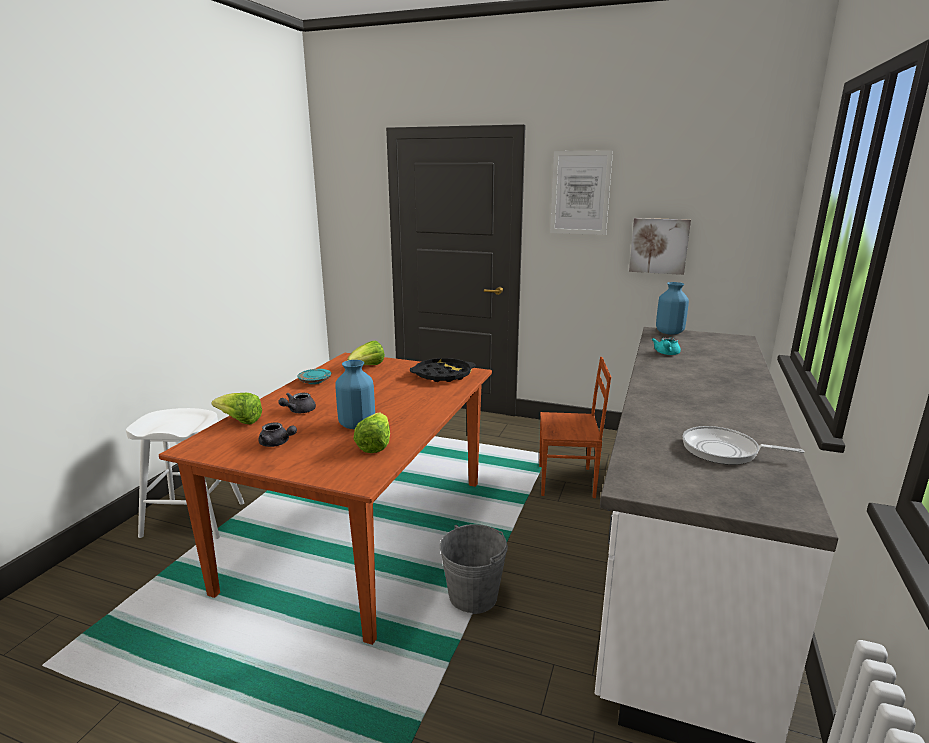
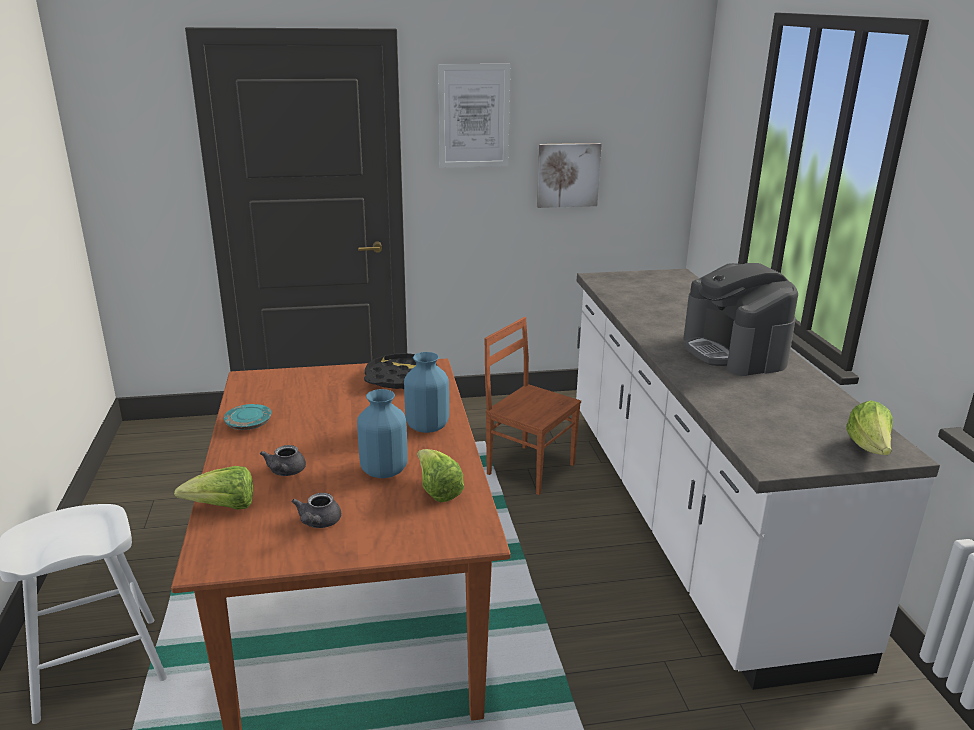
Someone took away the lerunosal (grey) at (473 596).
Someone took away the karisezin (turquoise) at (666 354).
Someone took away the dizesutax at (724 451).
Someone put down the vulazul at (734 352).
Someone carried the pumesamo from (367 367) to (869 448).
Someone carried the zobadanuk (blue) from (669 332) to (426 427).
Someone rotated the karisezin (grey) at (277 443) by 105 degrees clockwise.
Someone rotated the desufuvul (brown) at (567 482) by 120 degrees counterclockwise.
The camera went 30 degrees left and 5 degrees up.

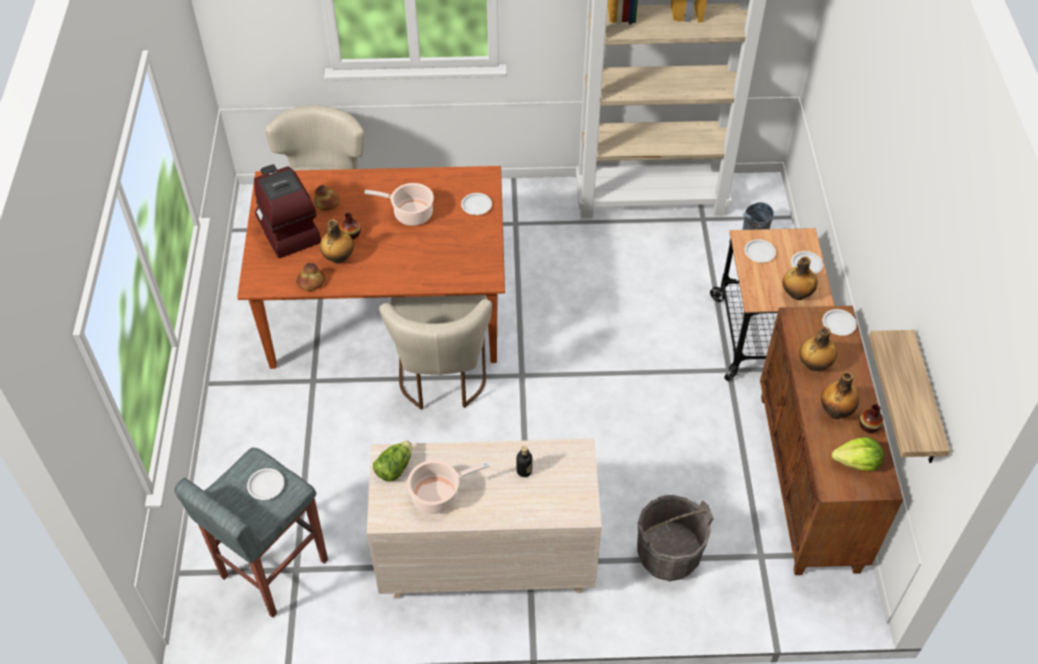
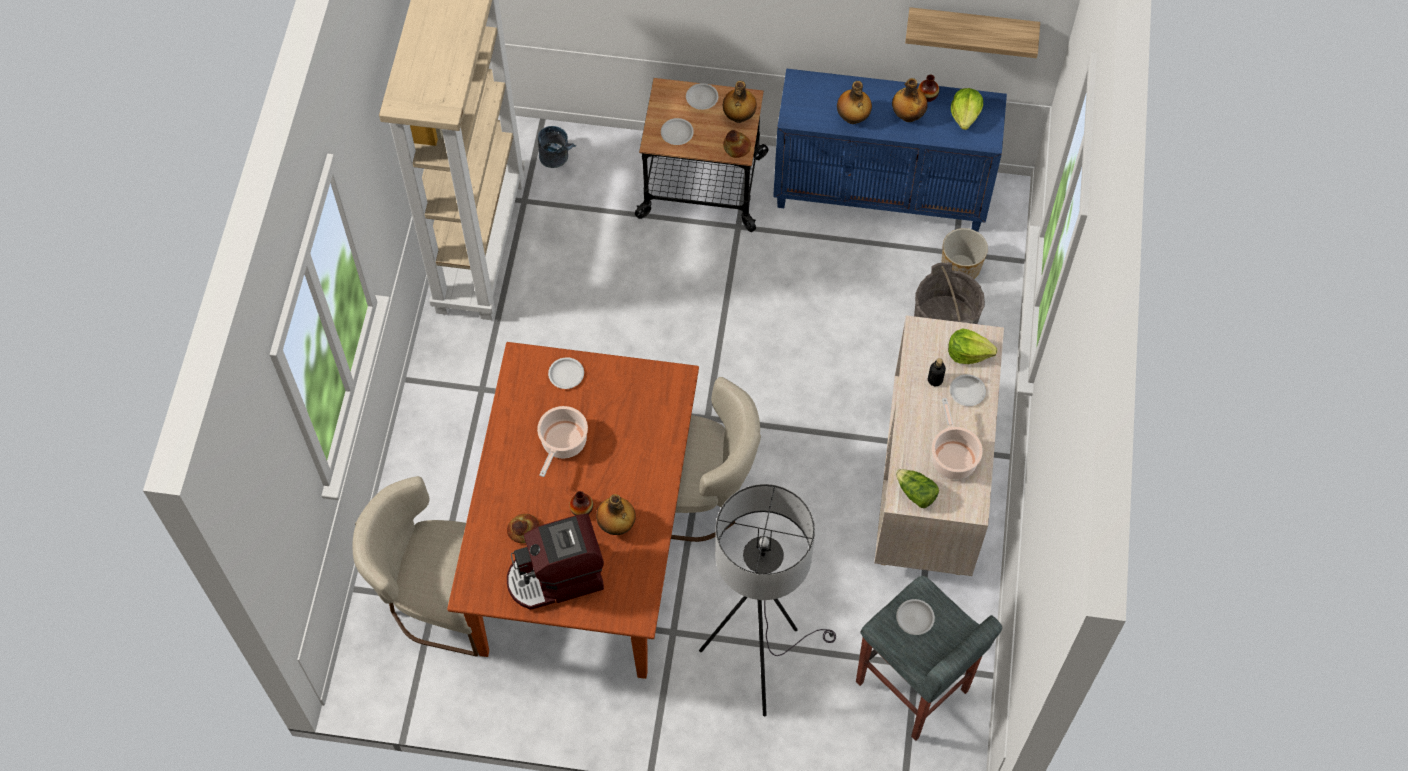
Someone put down the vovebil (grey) at (759 658).
Someone put down the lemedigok at (961 267).
Someone put down the pumesamo at (968 353).
Someone carried the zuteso from (311 282) to (736 148).
Someone carried the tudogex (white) from (839 324) to (967 391).
Someone repainted the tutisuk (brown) at (809 482), which became the tutisuk (blue) at (882 193).
The camera went 80 degrees left and 10 degrees up.

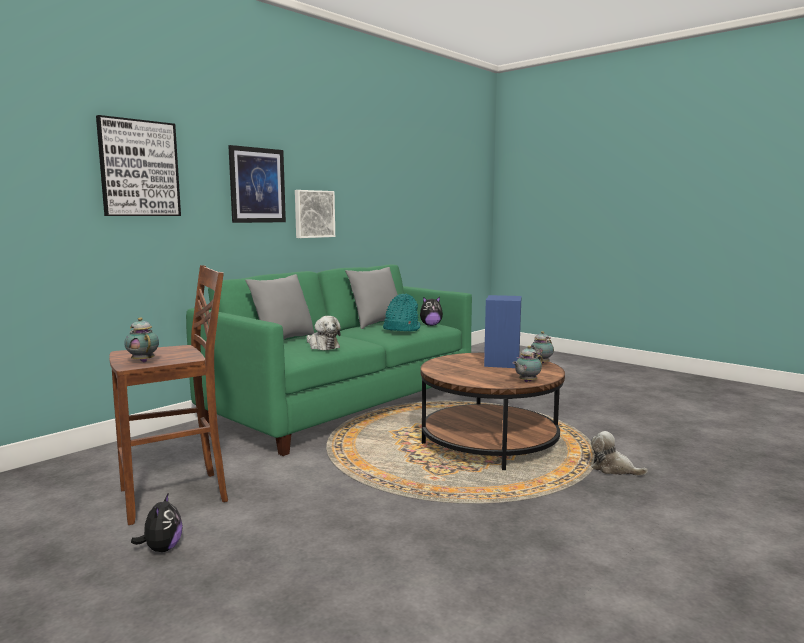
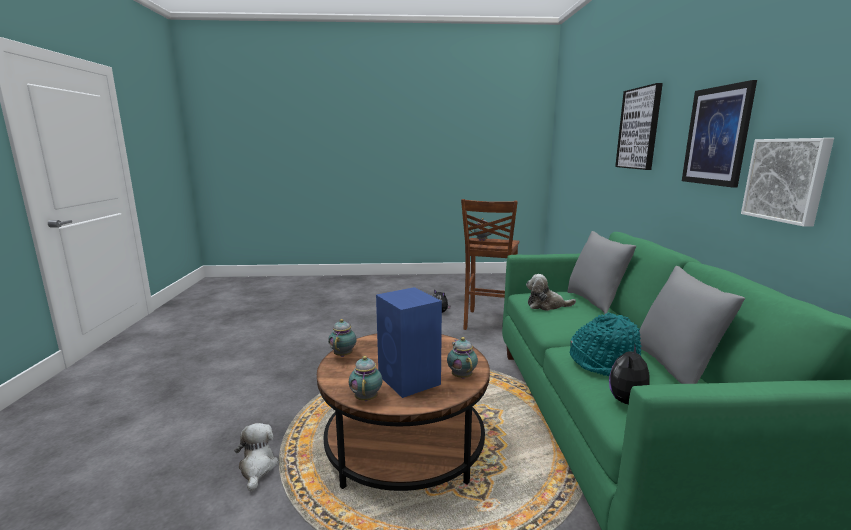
Someone put down the karisezin at (461 376).
Someone rotated the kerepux at (613 469) by 90 degrees counterclockwise.
The camera went 135 degrees right and 5 degrees up.

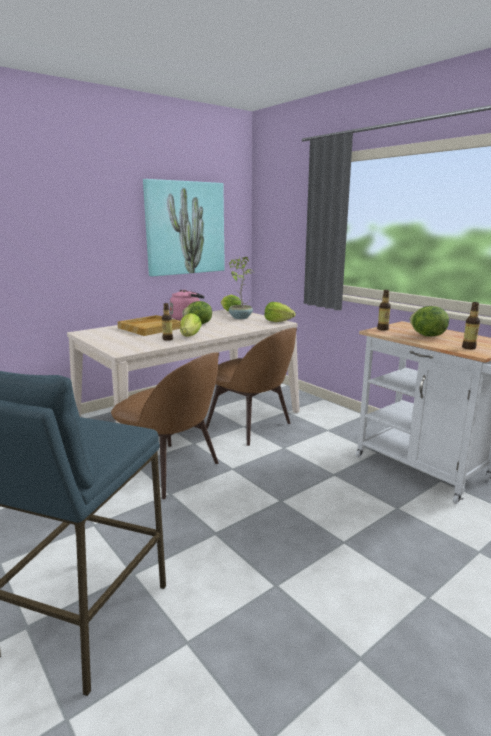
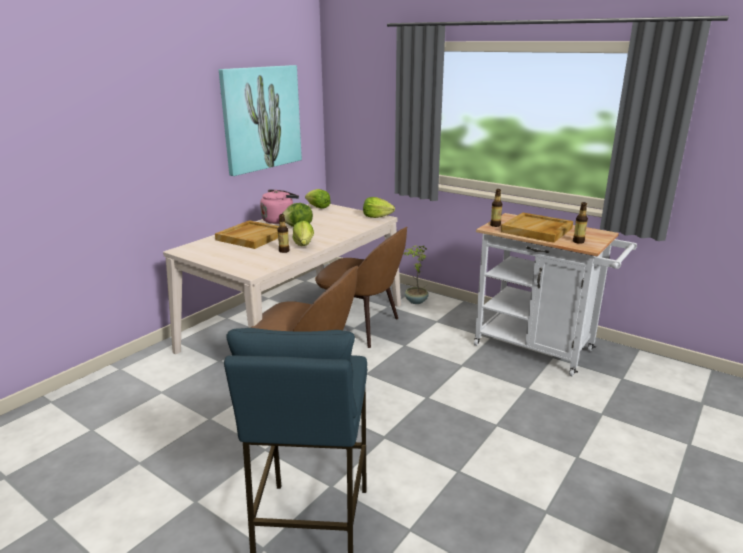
Someone carried the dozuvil from (240 317) to (415 301).
Someone swapped the pumesamo at (426 336) for the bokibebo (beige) at (537 230).
The camera went 15 degrees left and 5 degrees up.

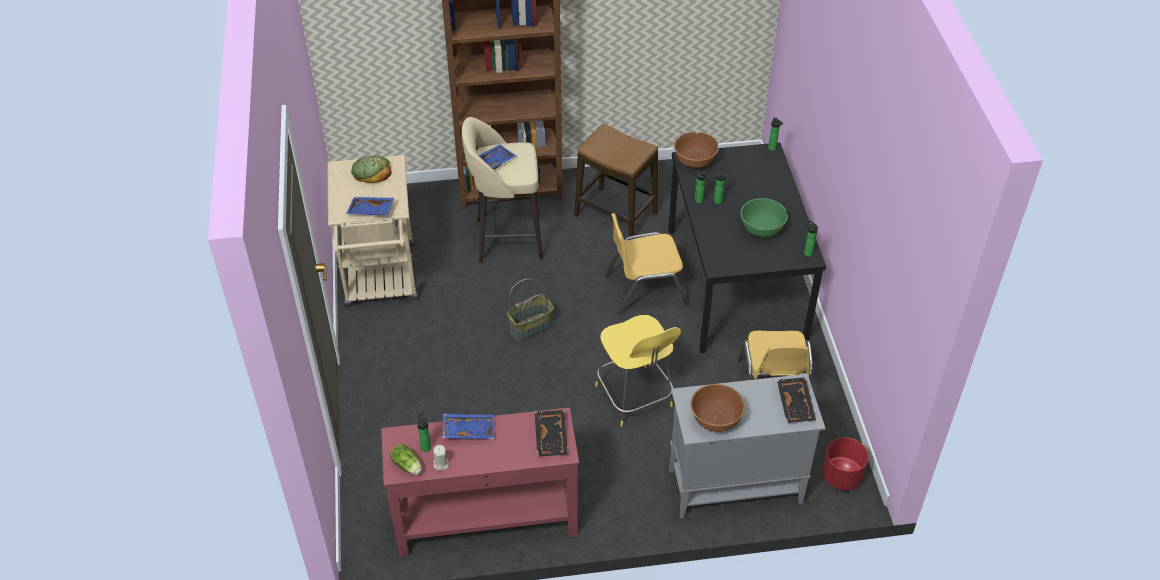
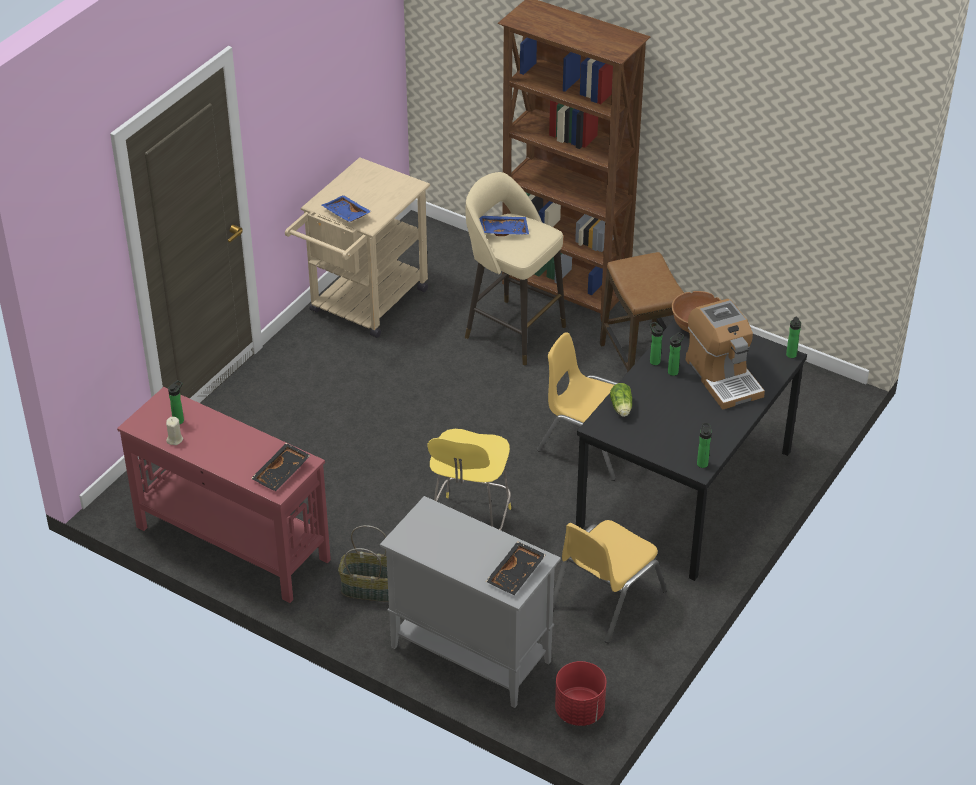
Someone took away the zuteso at (371 171).
Someone took away the bokibebo (blue) at (468 430).
Someone took away the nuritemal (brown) at (715 419).
Someone took away the nuritemal (green) at (762 229).
Someone put down the vulazul at (723 377).
Someone carried the pumesamo from (408 466) to (621 408).
Someone carried the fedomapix from (531 327) to (370 588).
The camera went 40 degrees right and 5 degrees down.

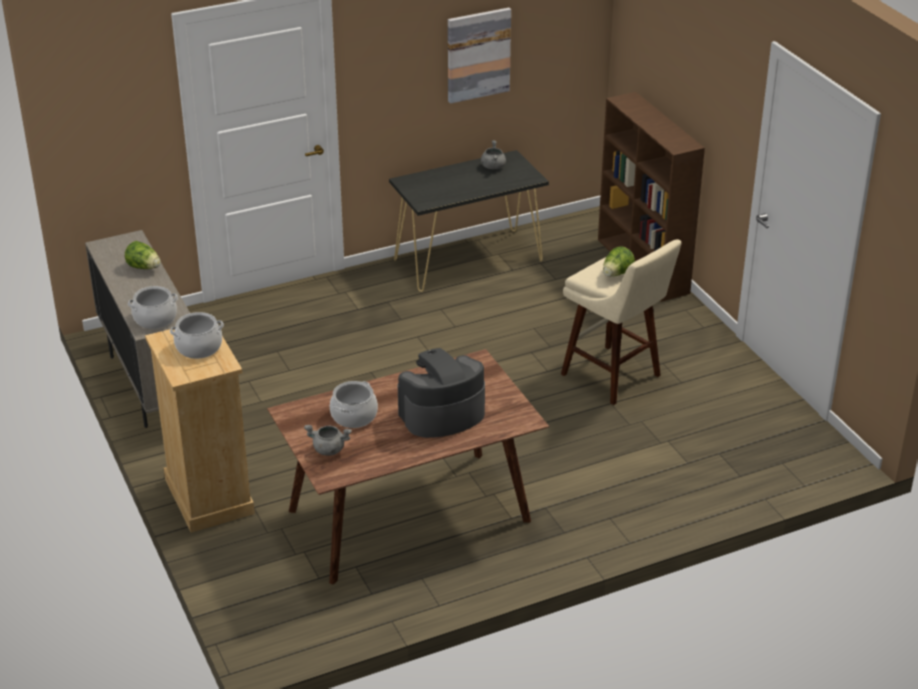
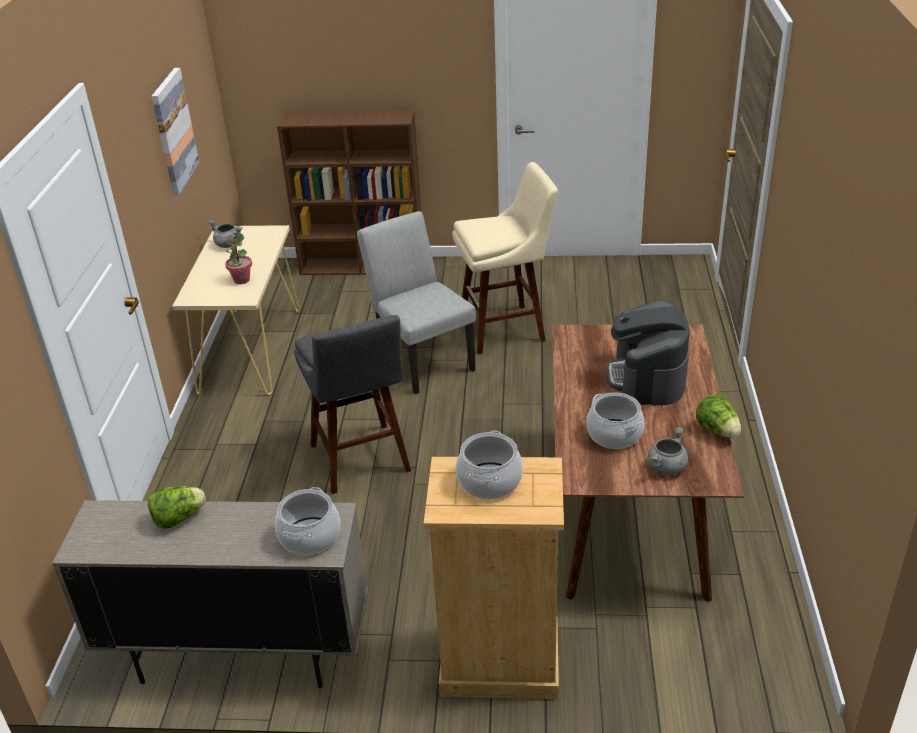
Someone put down the dozuvil at (241 280).
Someone put down the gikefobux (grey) at (361 461).
Someone put down the desufuvul (grey) at (422 359).
Someone carried the pumesamo from (616 274) to (718 431).
Someone repainted the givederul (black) at (469 260), which became the givederul (beige) at (251 350).
The camera went 60 degrees left and 0 degrees up.

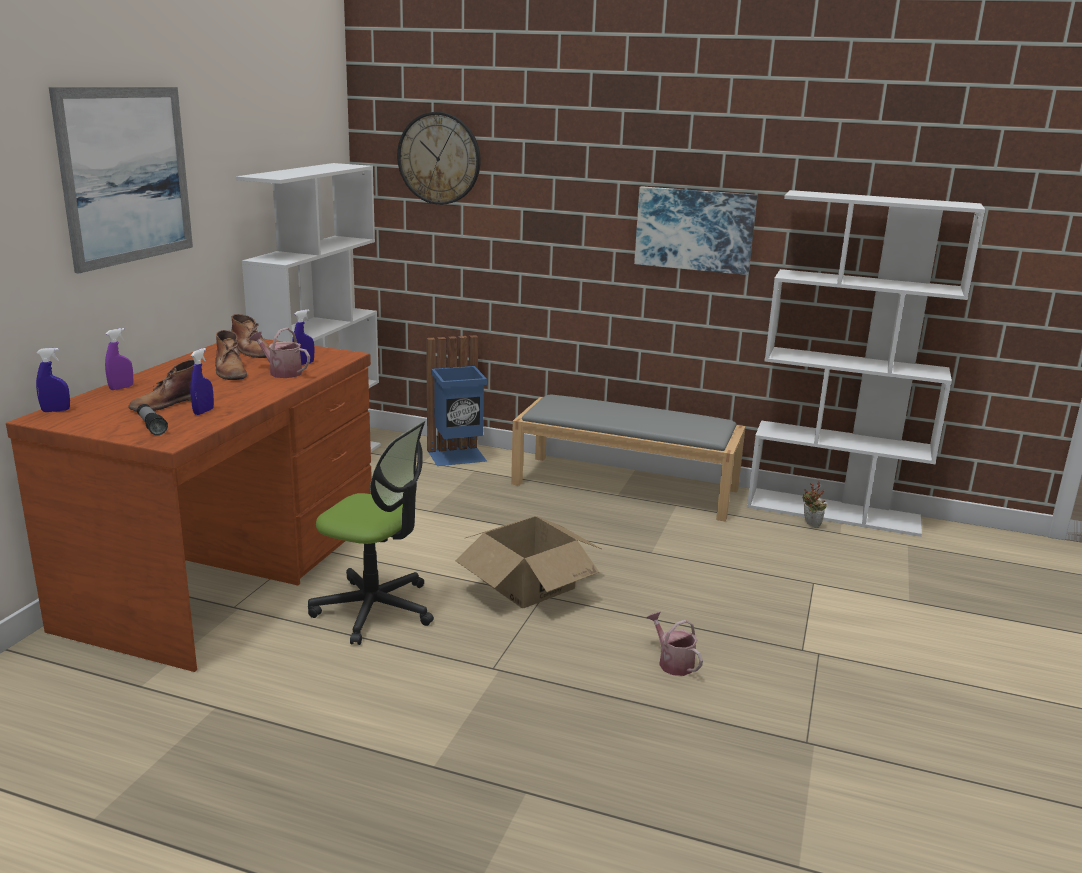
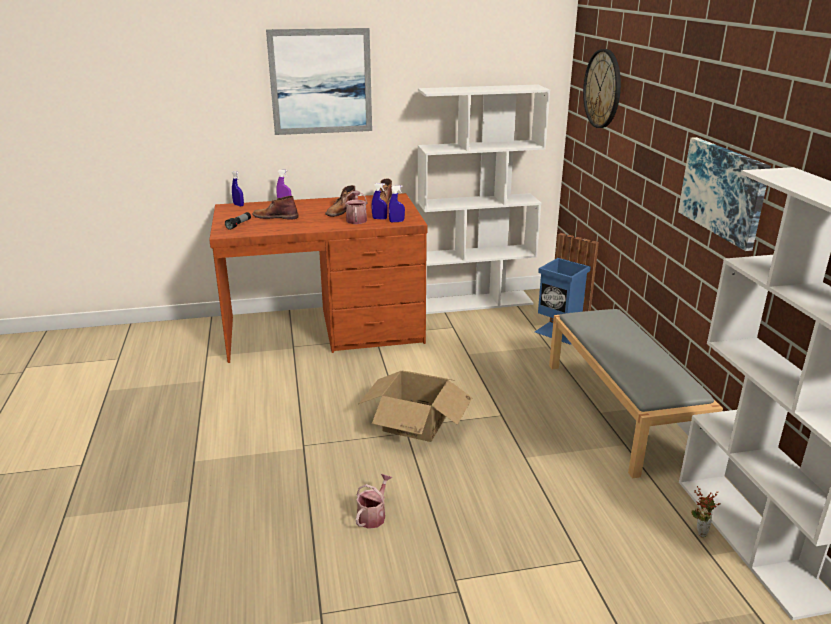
Someone took away the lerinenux at (375 609).
Someone carried the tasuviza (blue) from (203 412) to (396 221).
The camera went 60 degrees right and 5 degrees up.

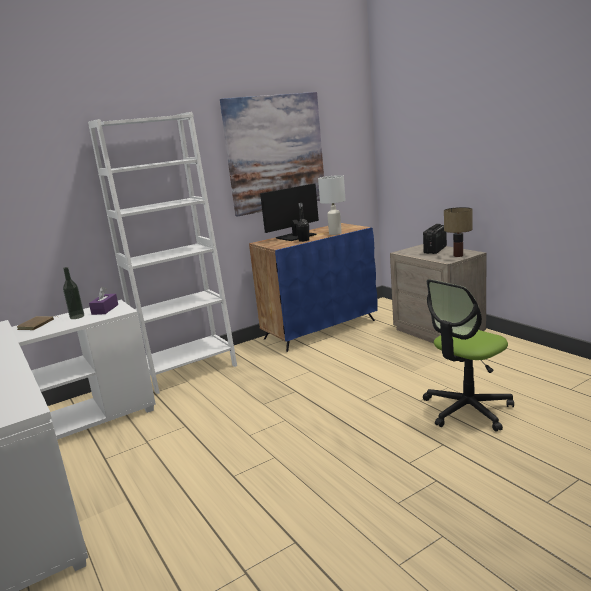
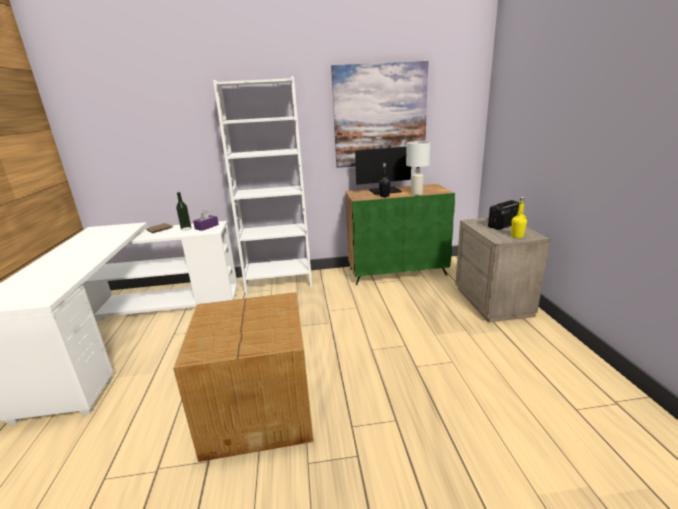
Someone took away the lerinenux at (467 409).
Someone put down the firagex at (260 408).
Someone swapped the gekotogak at (458 255) for the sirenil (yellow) at (517 236).
Someone repainted the tutisuk (blue) at (320 329), which became the tutisuk (green) at (397 271).
The camera went 25 degrees right and 5 degrees up.

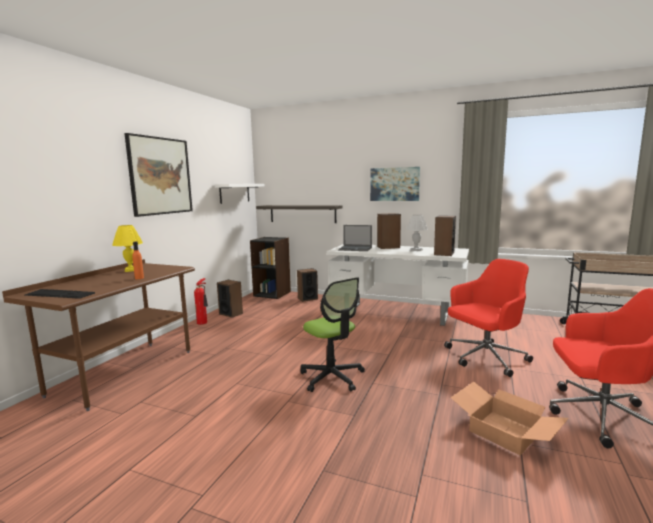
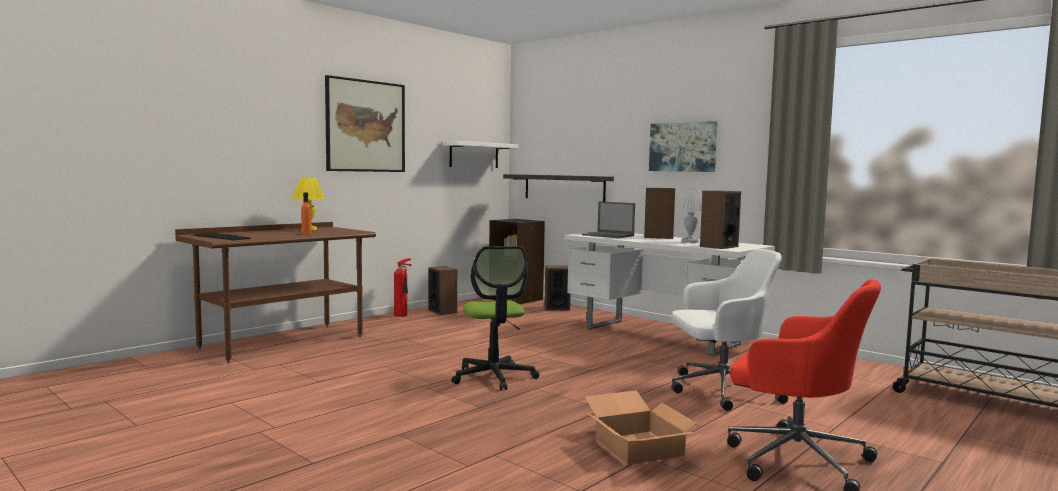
Someone repainted the lerinenux (red) at (484 358), which became the lerinenux (white) at (720 390).
The camera went 20 degrees right and 5 degrees down.

